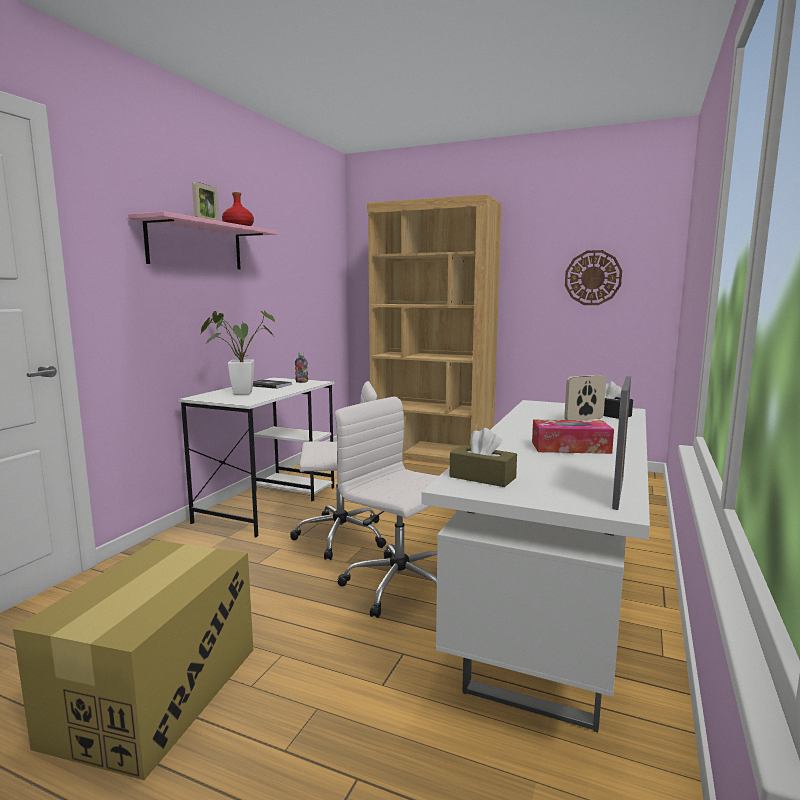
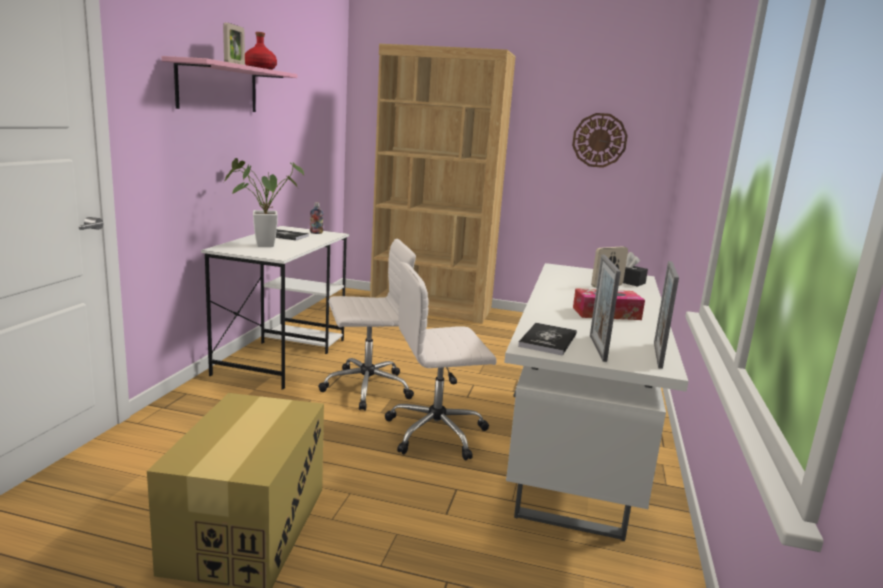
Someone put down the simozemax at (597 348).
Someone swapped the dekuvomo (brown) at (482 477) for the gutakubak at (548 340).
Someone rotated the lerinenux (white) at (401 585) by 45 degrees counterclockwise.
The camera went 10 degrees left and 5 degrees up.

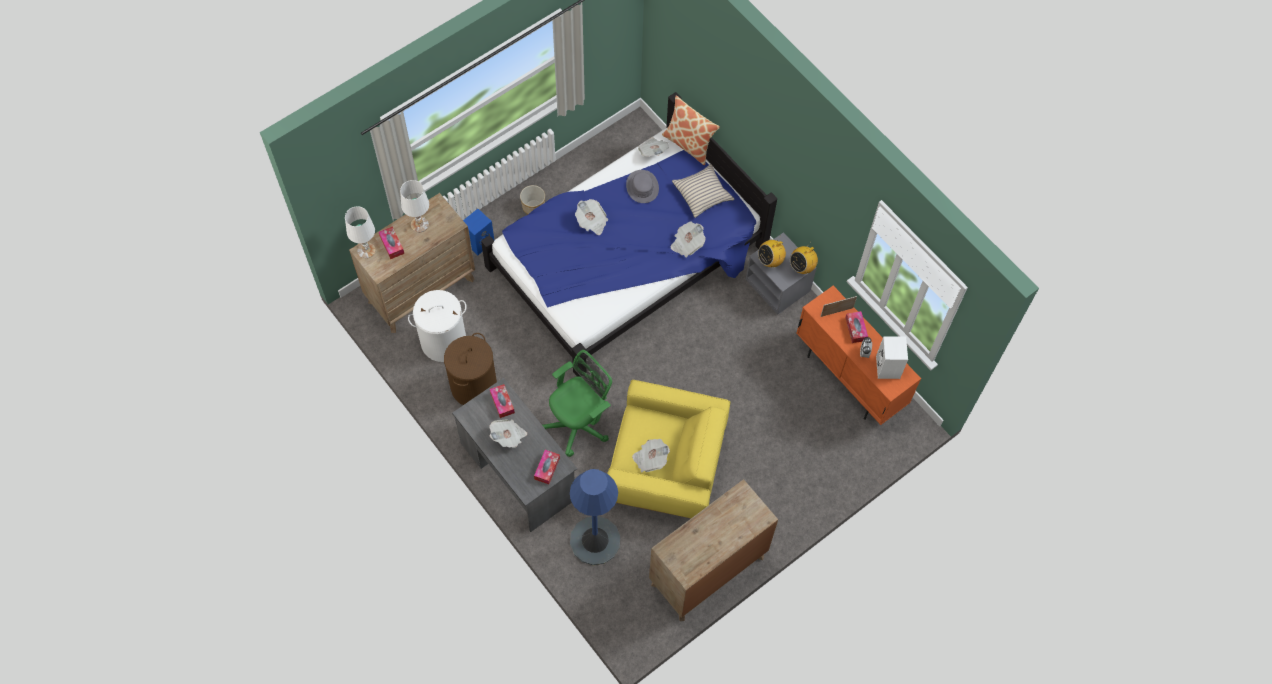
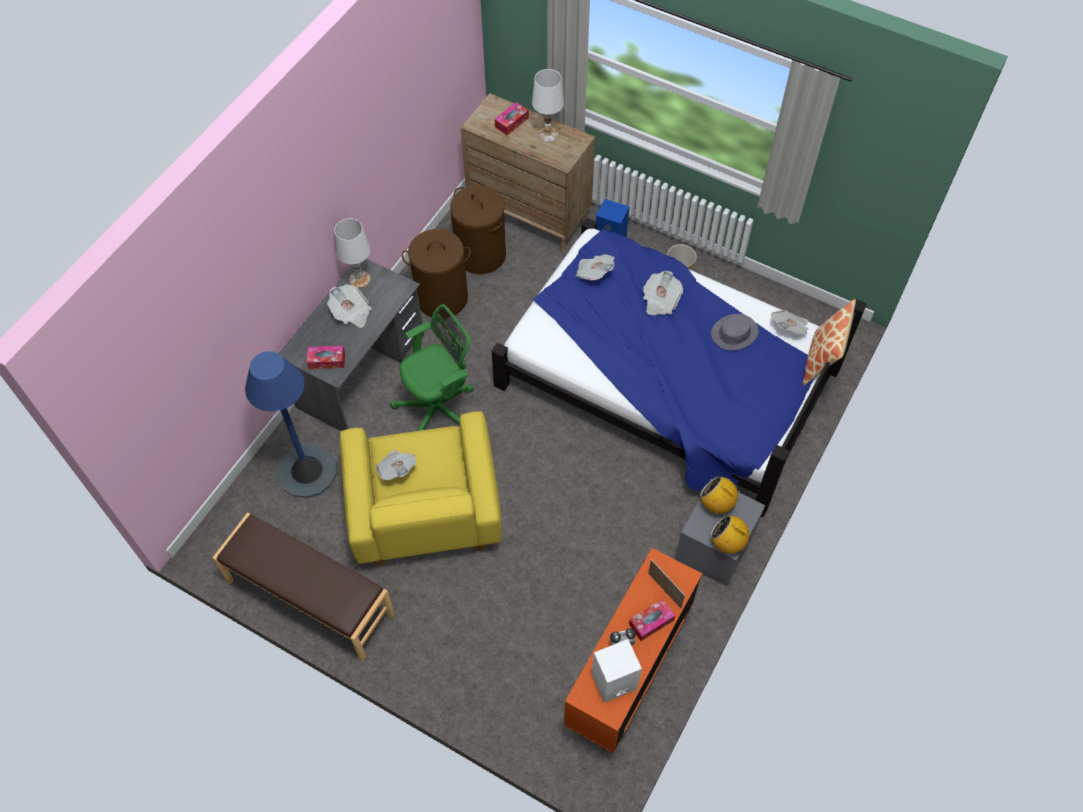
Someone took away the dekuvomo at (502 403).
Someone took away the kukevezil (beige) at (702 194).
Someone carried the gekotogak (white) from (366 250) to (359 279).
Someone carried the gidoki from (687 244) to (594 273).
Someone swapped the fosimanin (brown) at (707 571) for the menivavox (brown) at (309 598).
Someone repainted the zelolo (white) at (444 341), which became the zelolo (brown) at (481 254).
Someone rotated the lerinenux (green) at (579 424) by 60 degrees counterclockwise.
The camera went 70 degrees right and 5 degrees down.

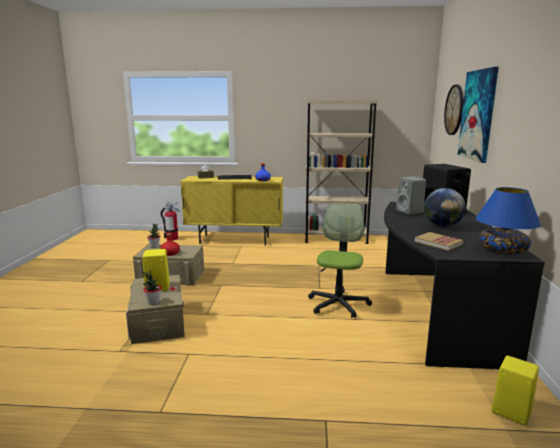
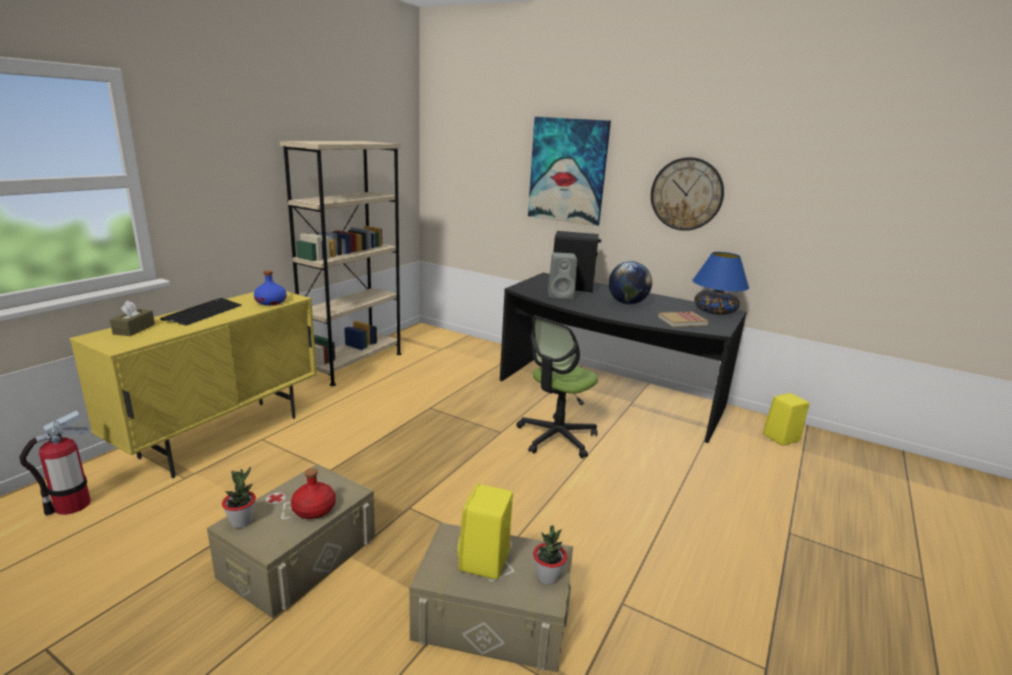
Someone carried the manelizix from (454 110) to (686 194).
Someone rotated the lerinenux at (338 304) by 90 degrees counterclockwise.
The camera went 65 degrees left and 5 degrees up.

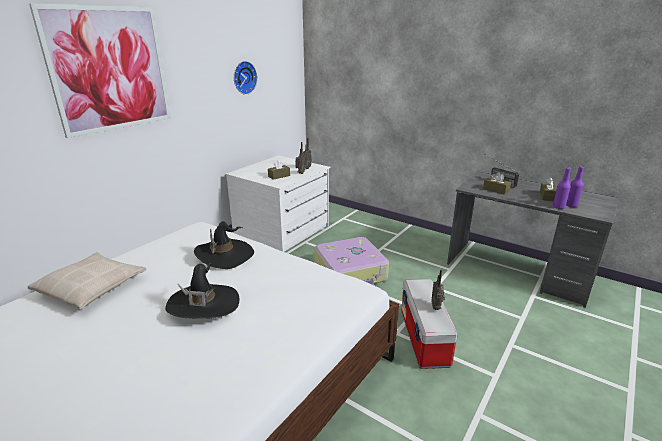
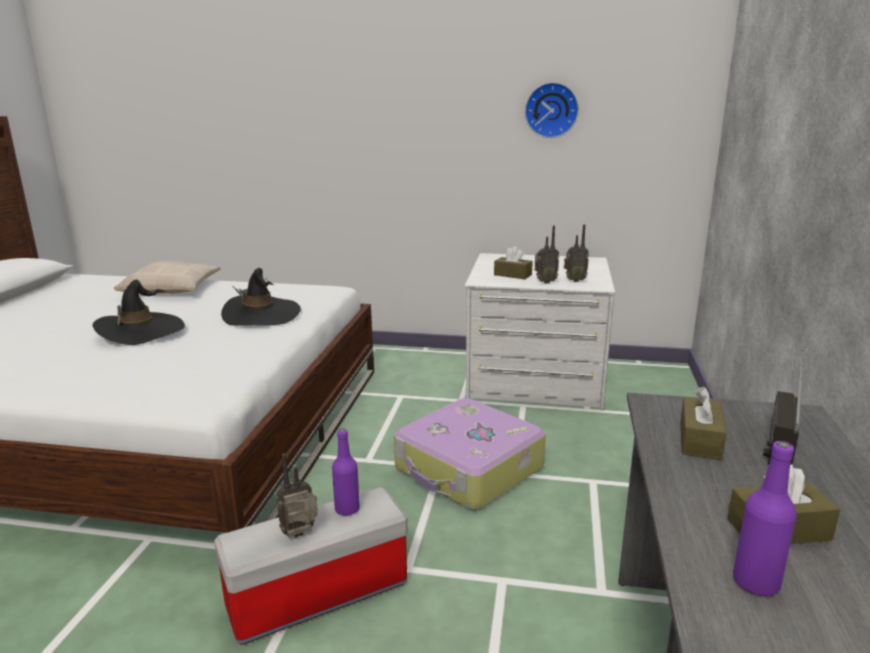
Someone took away the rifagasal at (110 69).
Someone carried the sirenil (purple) from (558 207) to (347 509).
The camera went 65 degrees right and 5 degrees down.

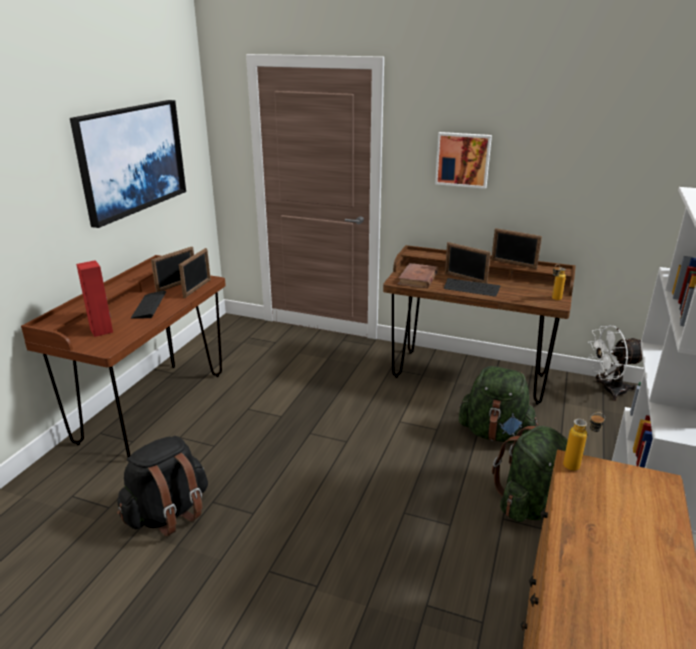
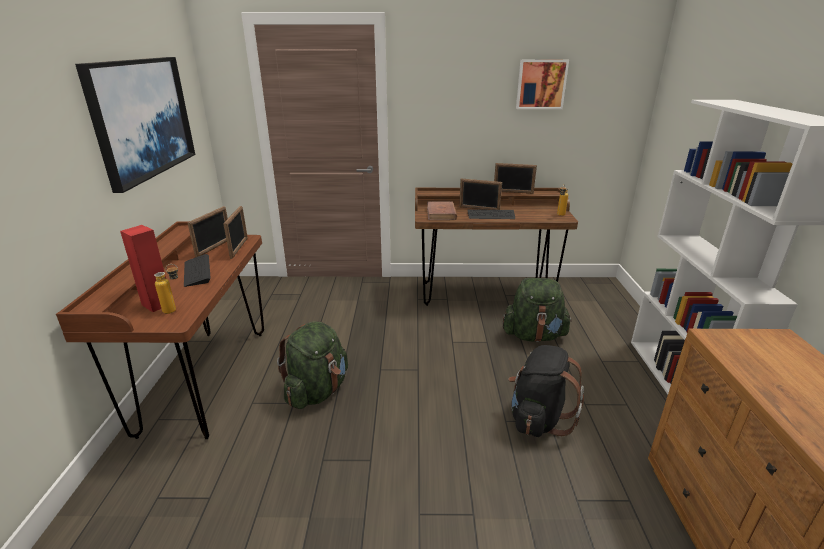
Someone took away the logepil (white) at (608 390).
Someone carried the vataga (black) from (168 513) to (538 418).
Someone carried the rifagasal from (463 159) to (541 84).
Someone carried the vataga (green) from (531 504) to (317 391).
Someone carried the sirenil from (578 466) to (175 310).
The camera went 20 degrees left and 0 degrees up.

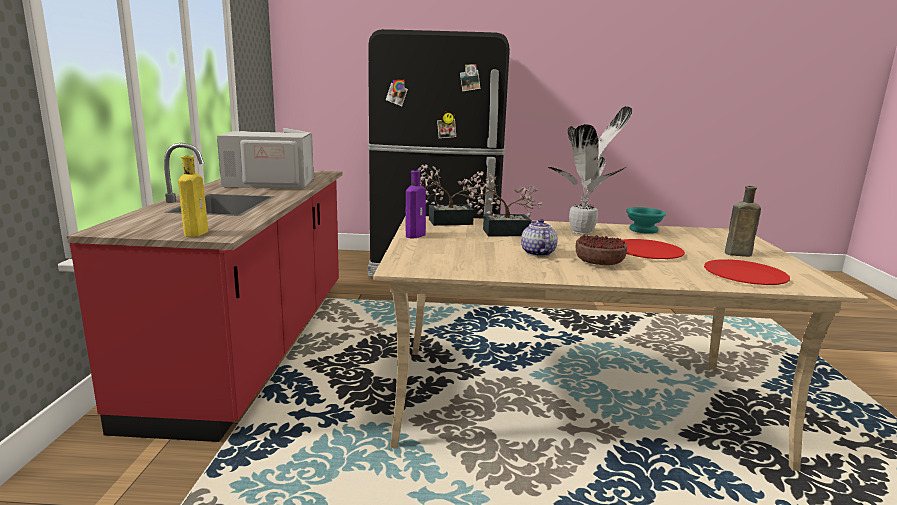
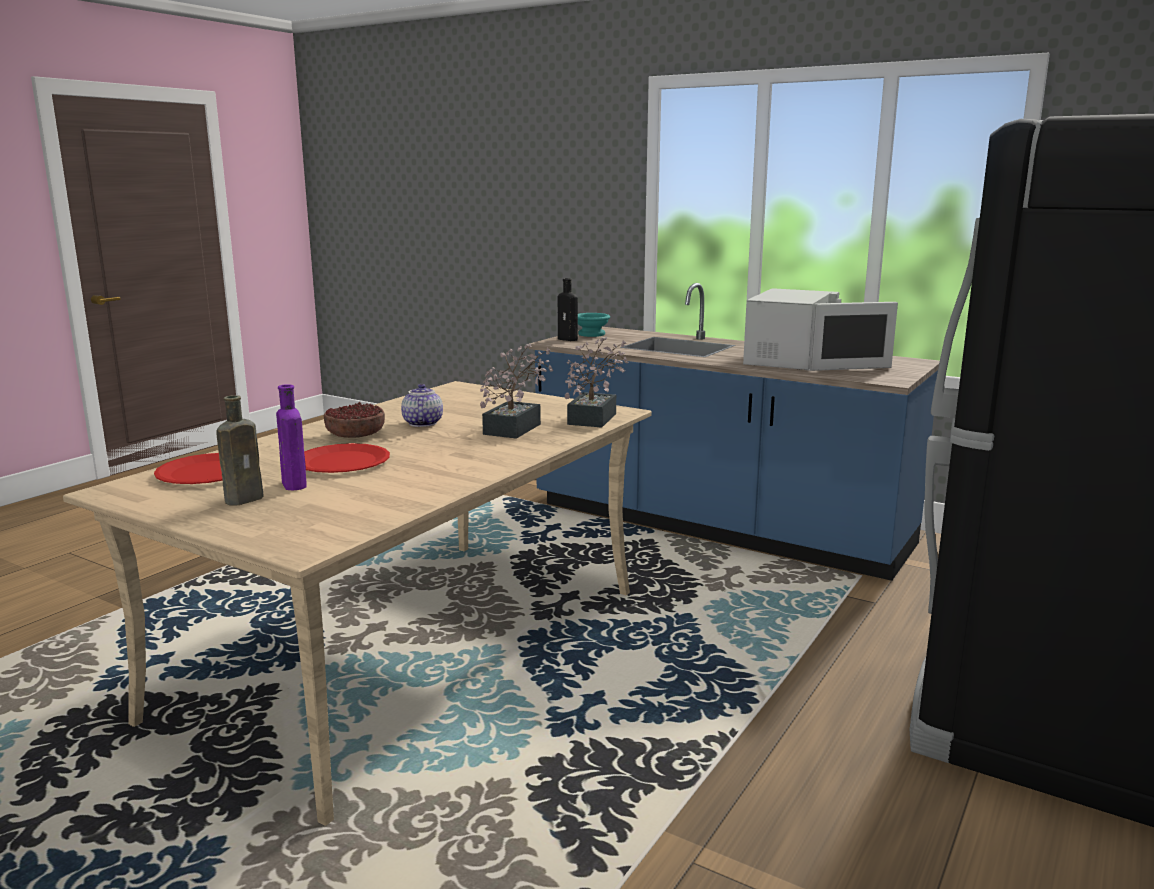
Someone took away the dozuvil at (584 232).
Someone carried the sirenil (purple) from (416 235) to (295 485).
Someone carried the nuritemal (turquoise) from (643 230) to (592 334).
Someone repainted the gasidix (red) at (254 345), which became the gasidix (blue) at (717 525).
Someone repainted the sirenil (yellow) at (197 232), which became the sirenil (black) at (569 339).
Someone rotated the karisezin at (537 253) by 120 degrees counterclockwise.
The camera went 120 degrees right and 0 degrees up.

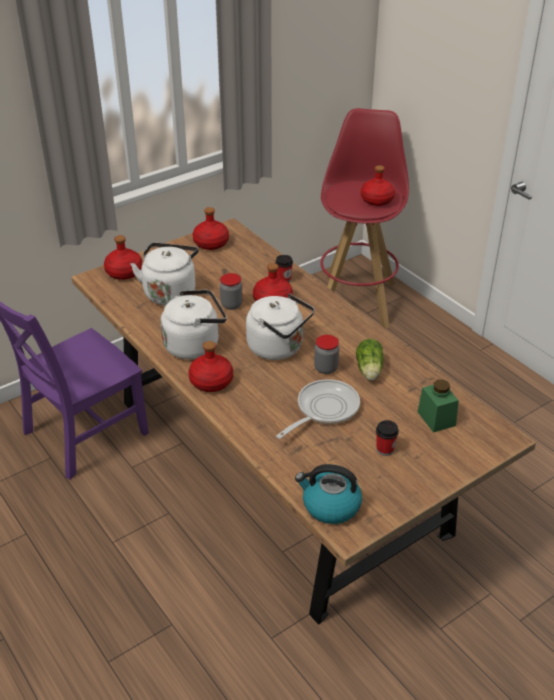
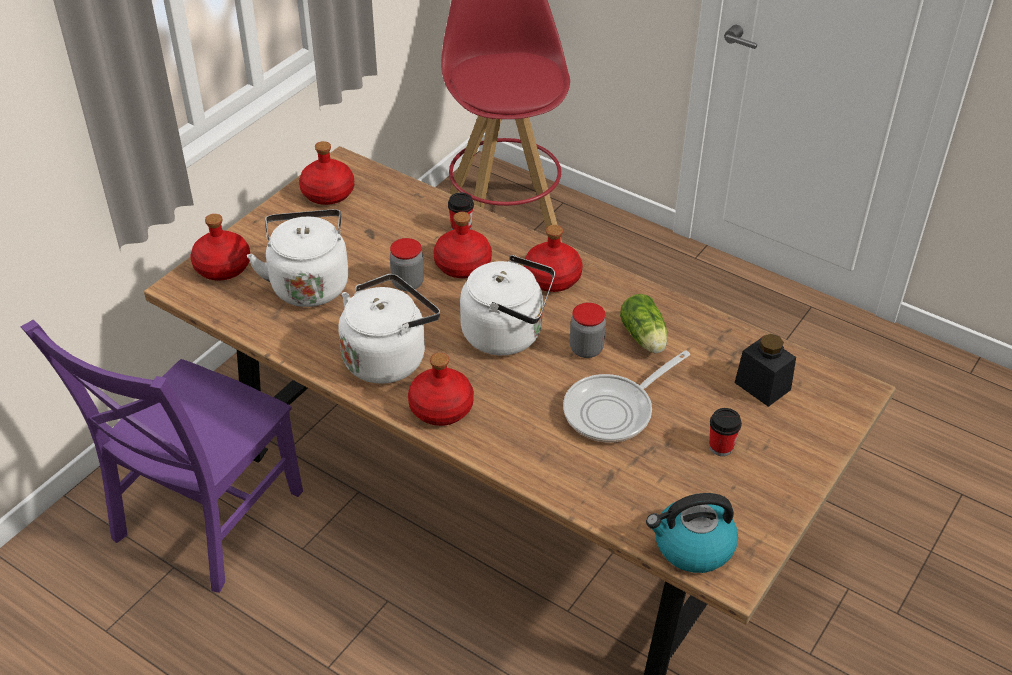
Someone carried the sirenil (red) from (376 200) to (551 278).
Someone repainted the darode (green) at (436 418), which became the darode (black) at (762 386).
Someone rotated the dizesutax at (323 410) by 150 degrees counterclockwise.
The camera went 20 degrees left and 5 degrees up.

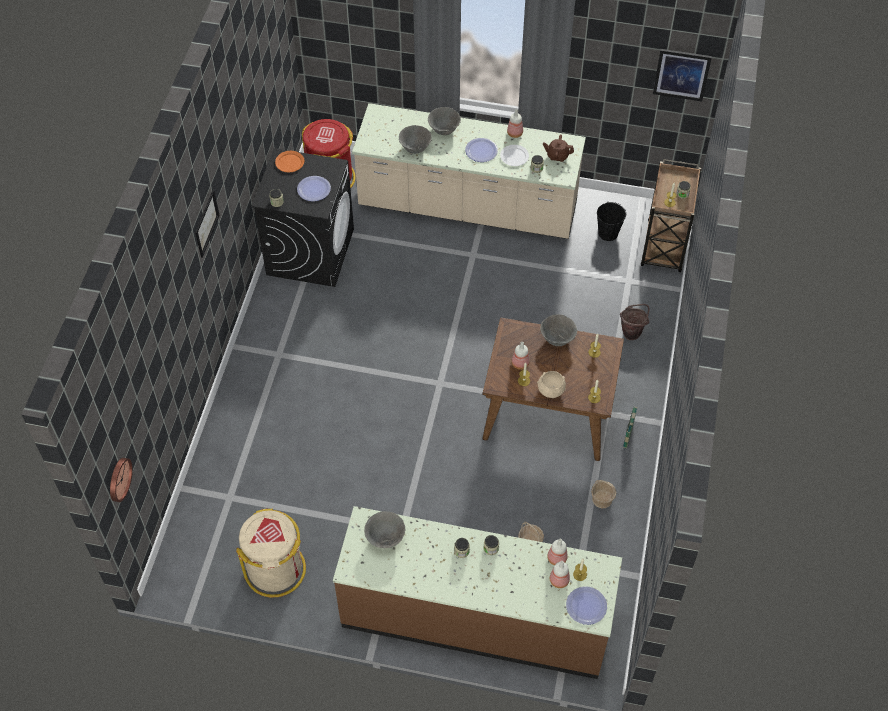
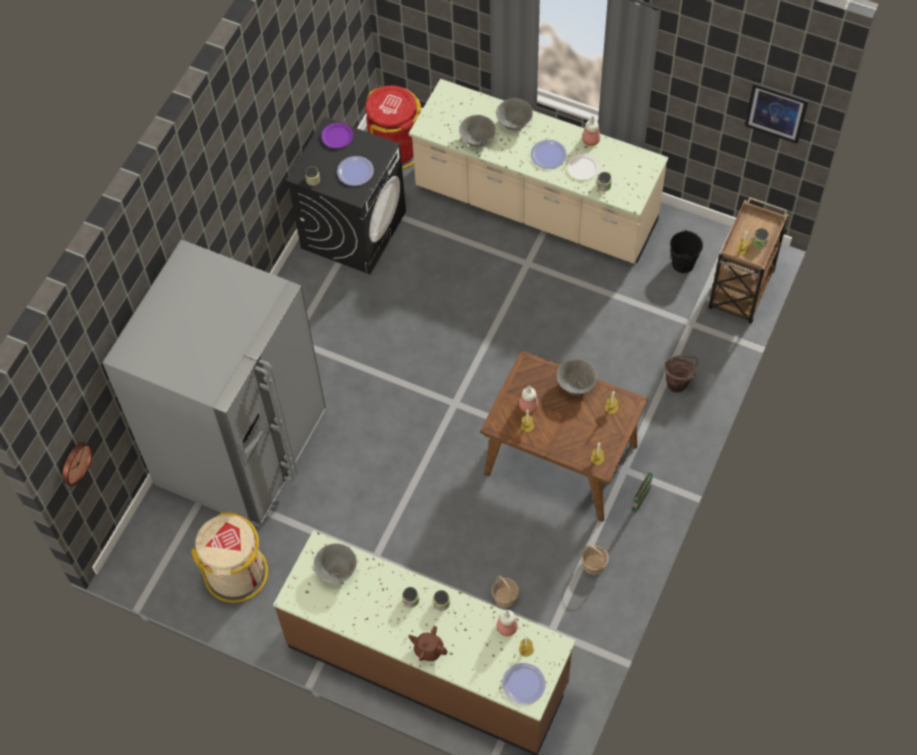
Someone took away the rifagasal at (206 223).
Someone took away the nuritemal (beige) at (550 390).
Someone took away the sirenil at (560 580).
Someone put down the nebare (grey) at (241 449).
Someone carried the karisezin (brown) from (557 155) to (428 649).
Someone repainted the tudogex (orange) at (289 163), which became the tudogex (purple) at (337 136).
The camera went 15 degrees right and 5 degrees up.

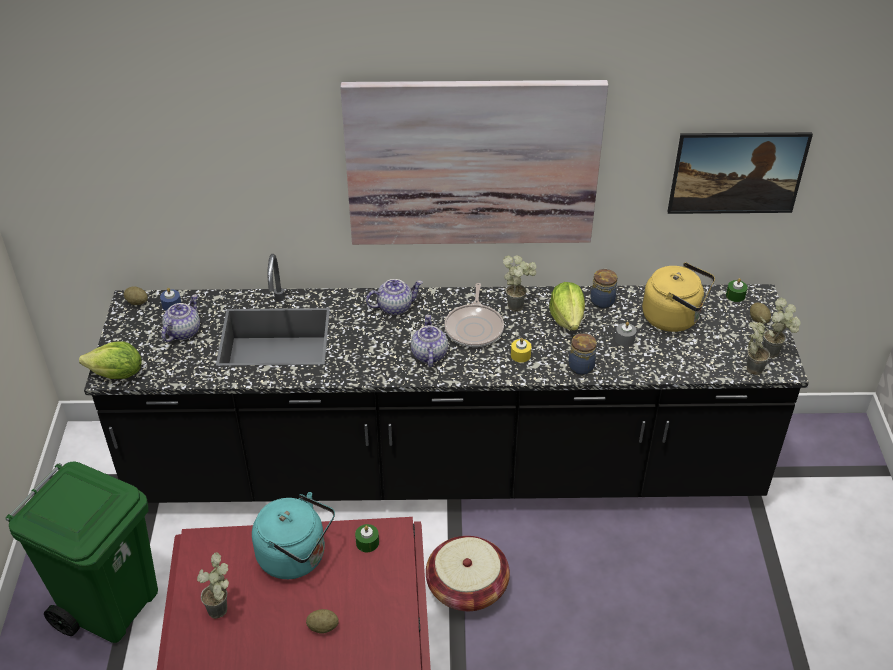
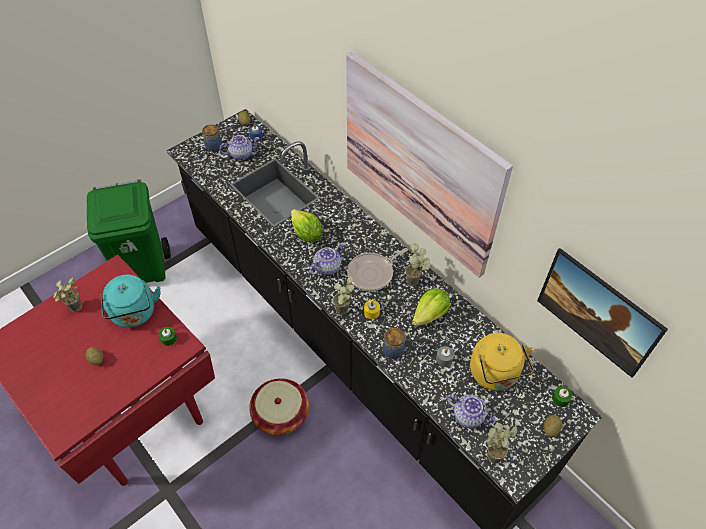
Someone carried the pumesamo from (117 374) to (306 234).
Someone carried the karisezin from (395 307) to (469 416).
Someone carried the darode from (602 300) to (214 146).
Someone carried the dozuvil from (775 353) to (344 312).
The camera went 50 degrees right and 10 degrees up.

